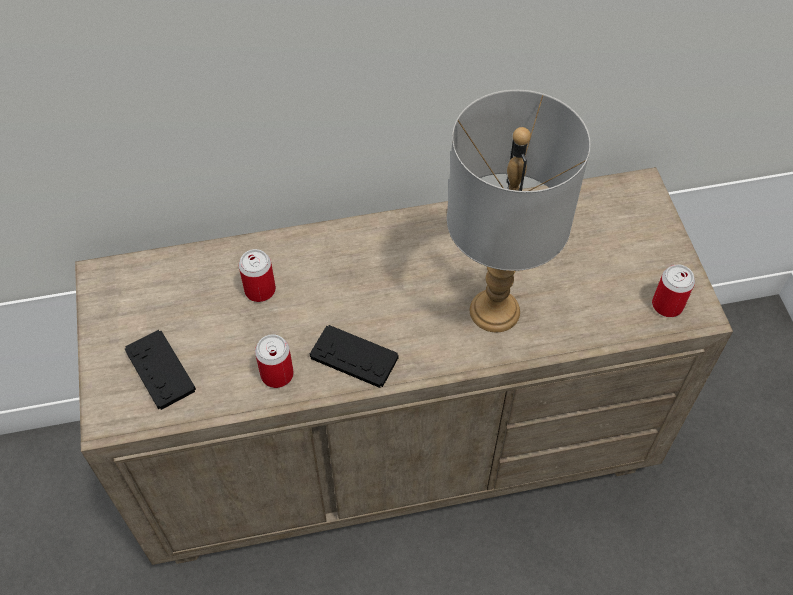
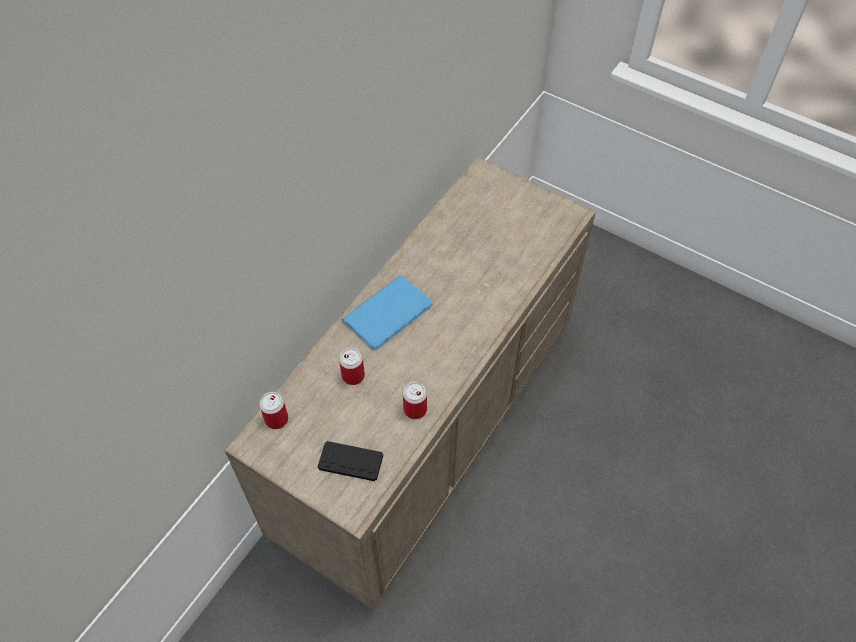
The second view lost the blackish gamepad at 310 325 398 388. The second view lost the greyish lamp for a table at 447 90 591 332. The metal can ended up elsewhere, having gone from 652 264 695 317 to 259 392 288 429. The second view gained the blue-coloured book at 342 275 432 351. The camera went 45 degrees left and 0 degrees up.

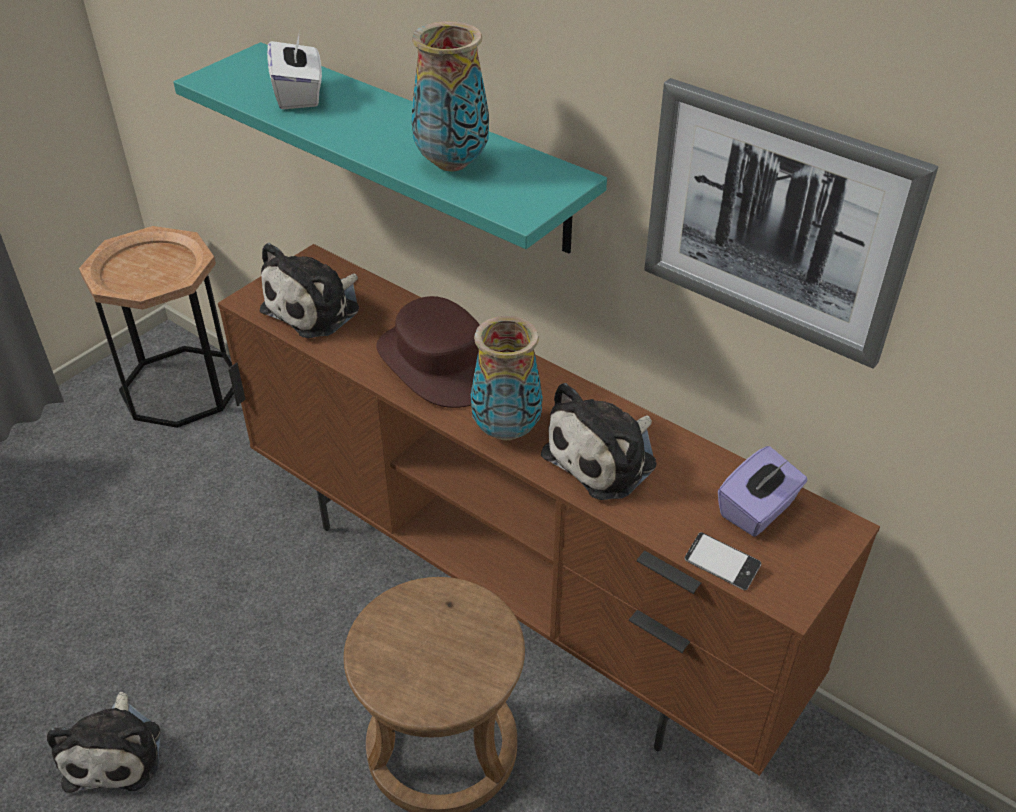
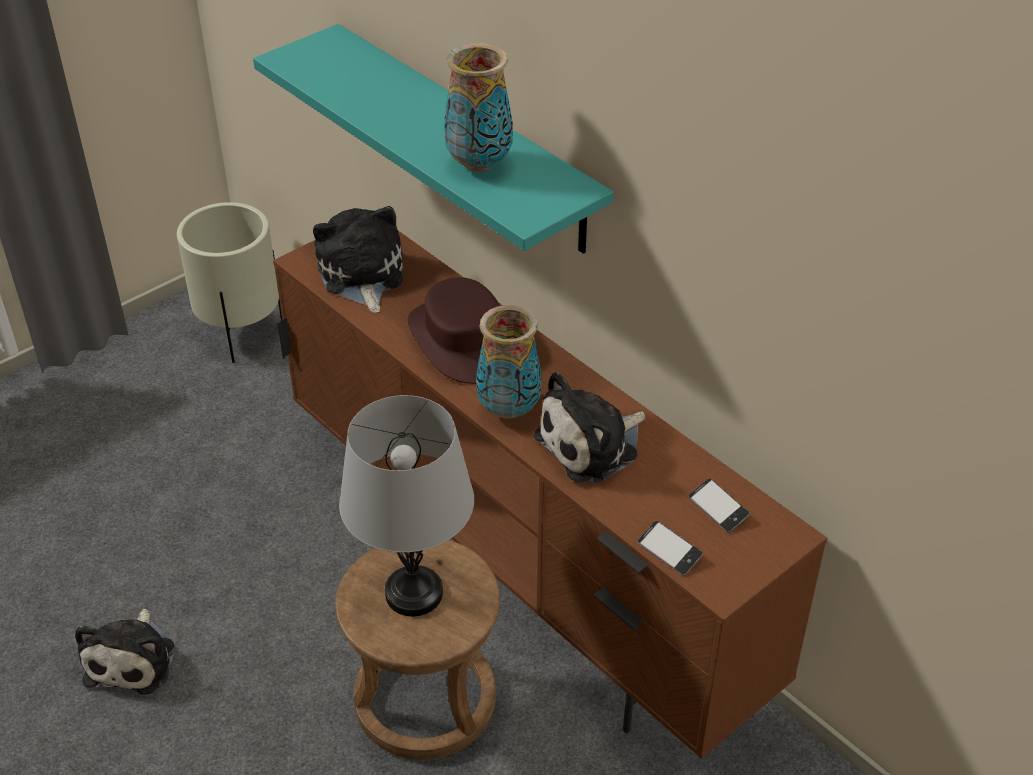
Where the brown accent table stood at 79 226 234 428, the beige flower pot came to stand at 177 202 282 363. The cuddly toy at 260 243 359 338 ended up facing another way, 120 degrees clockwise from before. The second view lost the whitish tissue holder at 267 31 322 109. The second view lost the wall picture at 644 78 938 369. Where the purple-coloured tissue holder stood at 718 446 808 537, the handset came to stand at 689 478 750 533. The second view gained the greyish lamp for a table at 339 395 474 616. The camera went 10 degrees right and 0 degrees up.

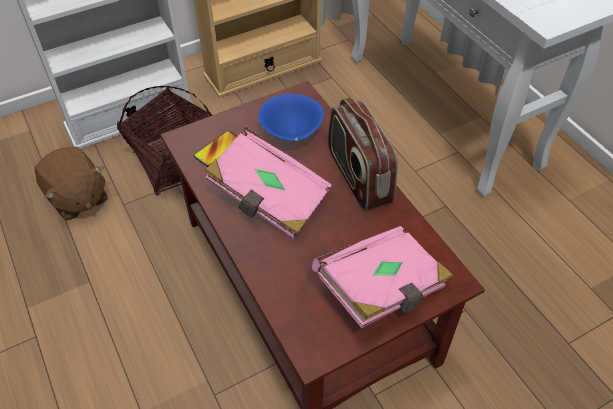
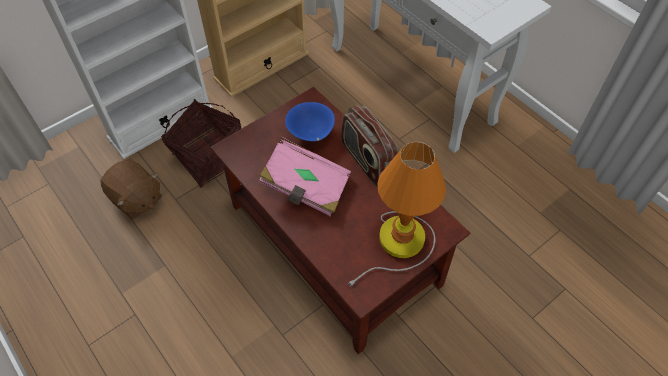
The second view lost the handset at 193 130 237 167. Where the pinkish book stood at 312 226 453 328, the lamp for a table came to stand at 347 141 446 287. The camera went 10 degrees left and 5 degrees up.

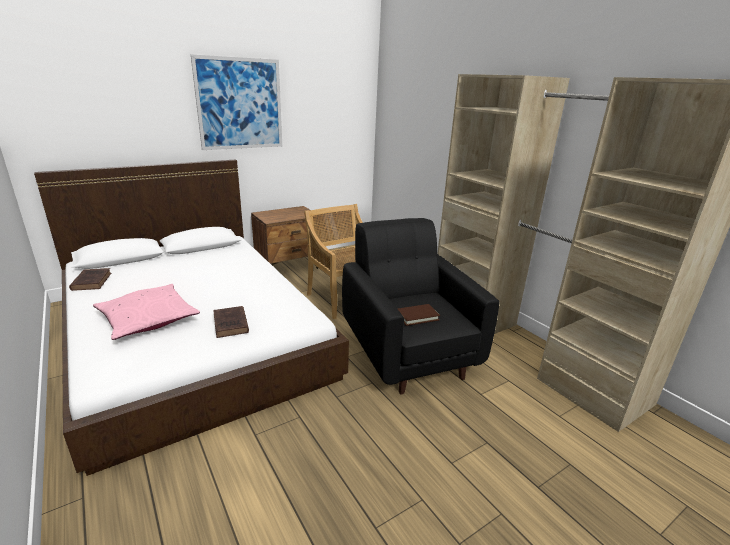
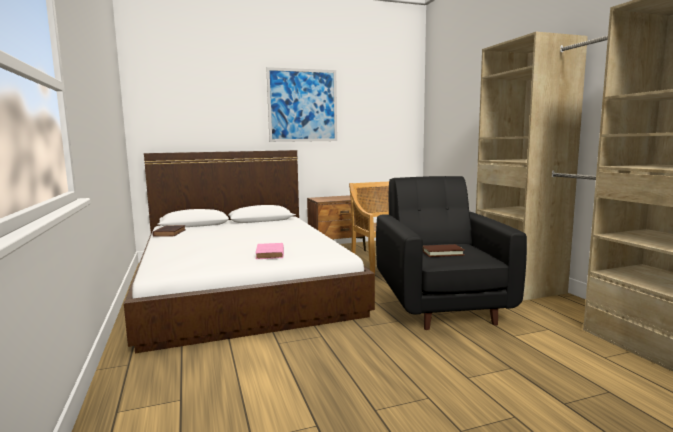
The second view lost the pinkish pillow at 93 284 200 340. What was the brown book at 213 306 249 338 turned into the pinkish book at 255 243 284 259. The camera went 15 degrees right and 15 degrees down.

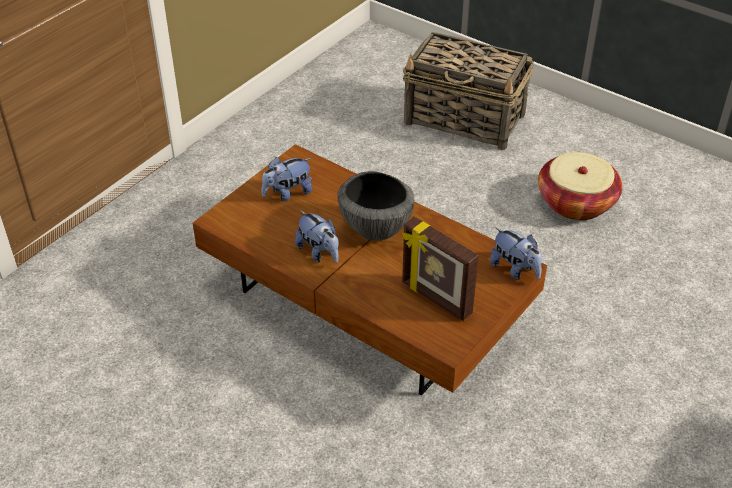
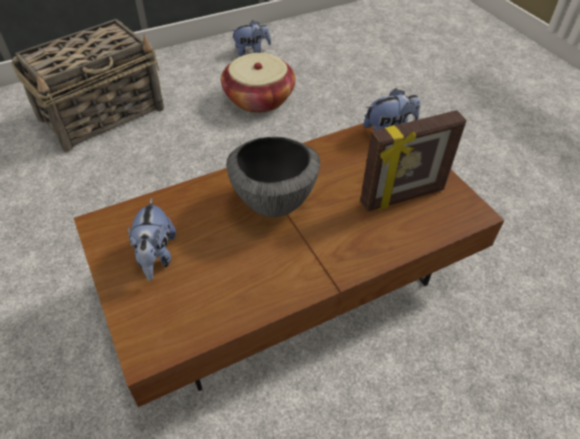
The cuddly toy ended up elsewhere, having gone from 295 210 339 263 to 231 20 271 56. The camera went 65 degrees left and 5 degrees up.

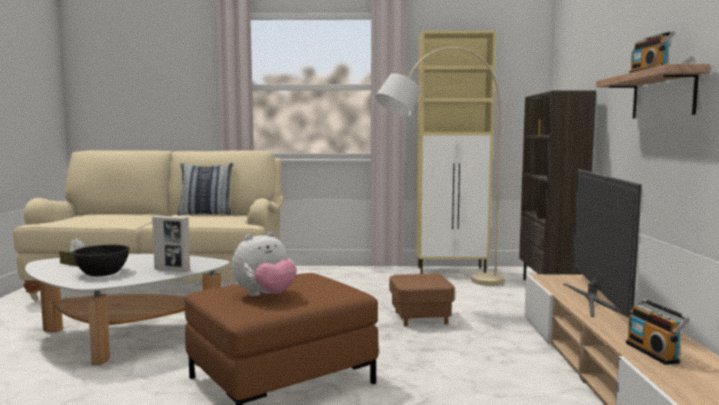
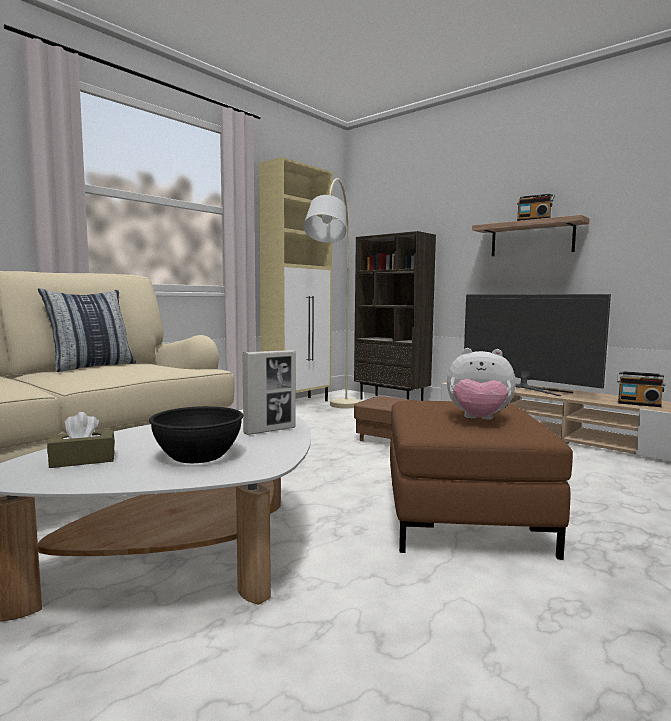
The cuddly toy at 232 232 297 296 ended up facing another way, 105 degrees clockwise from before. The camera went 50 degrees left and 0 degrees up.

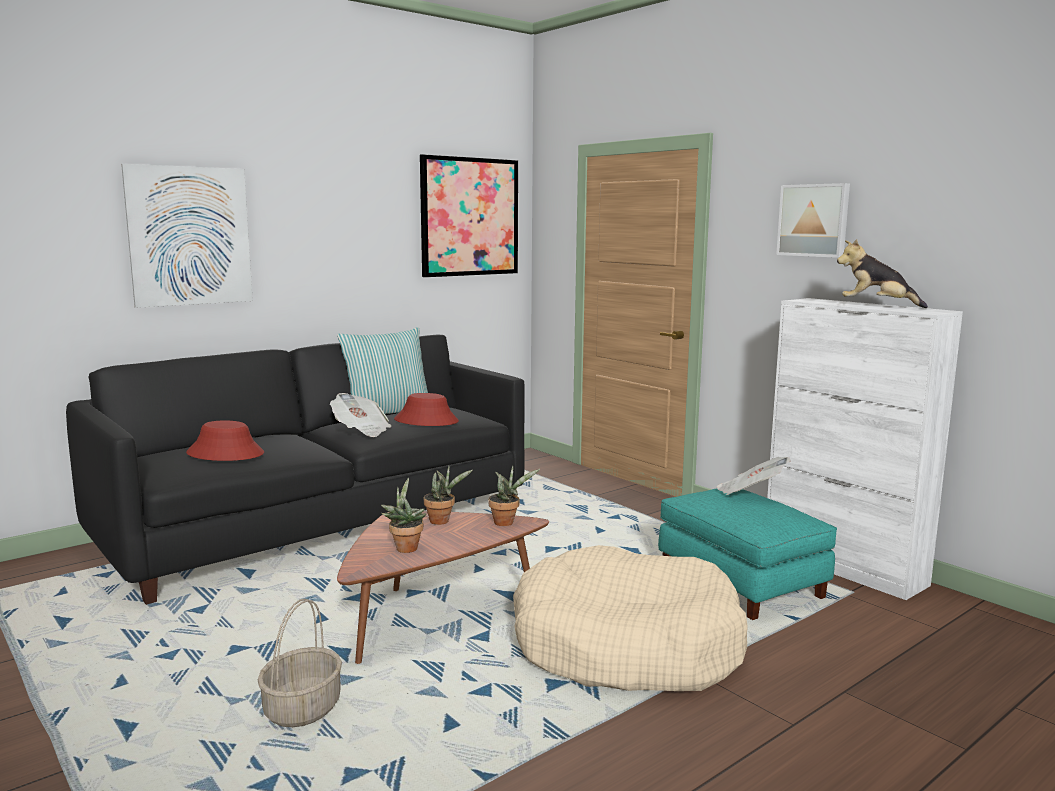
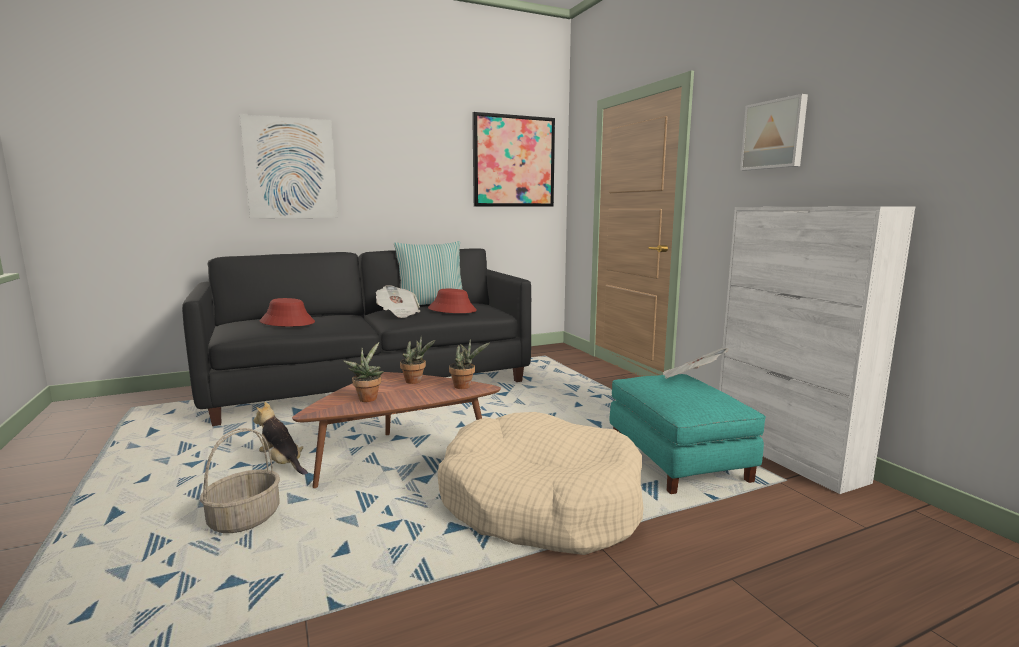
The cuddly toy ended up elsewhere, having gone from 837 239 928 308 to 253 402 308 475. The camera went 15 degrees right and 0 degrees up.

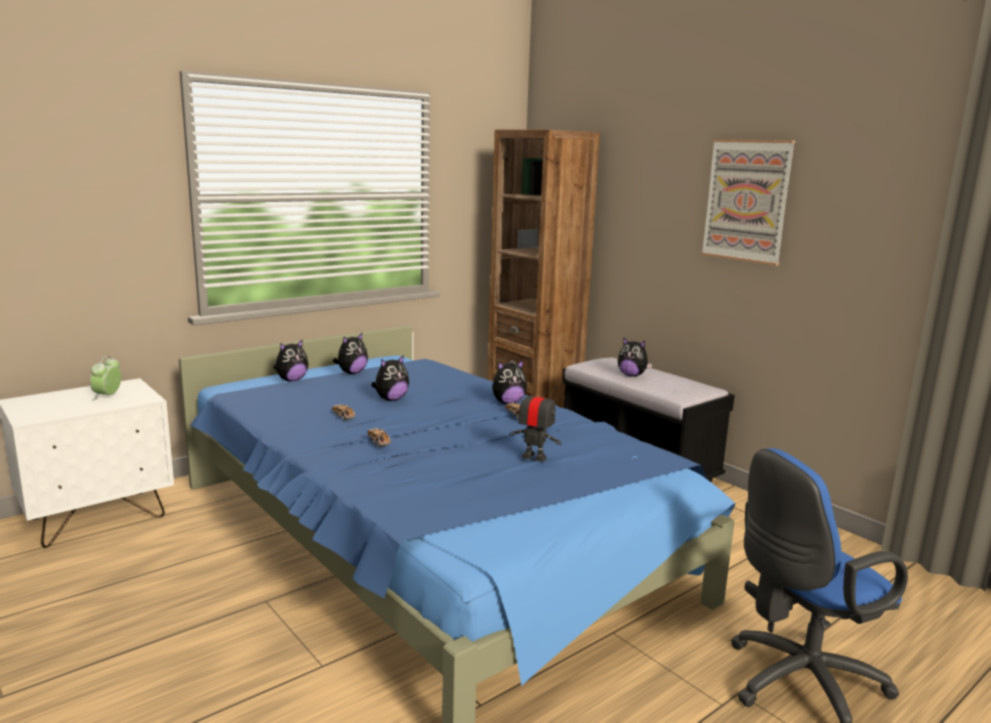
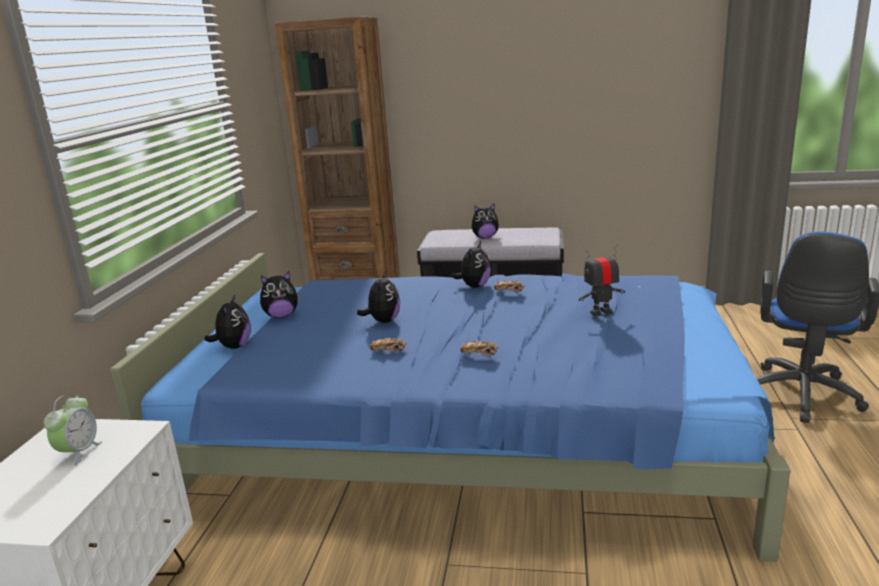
The table clock at 90 355 121 401 ended up facing another way, 135 degrees counterclockwise from before. The cuddly toy at 333 333 368 374 ended up facing another way, 75 degrees clockwise from before. The second view lost the wall picture at 701 139 795 266. The camera went 40 degrees left and 5 degrees up.

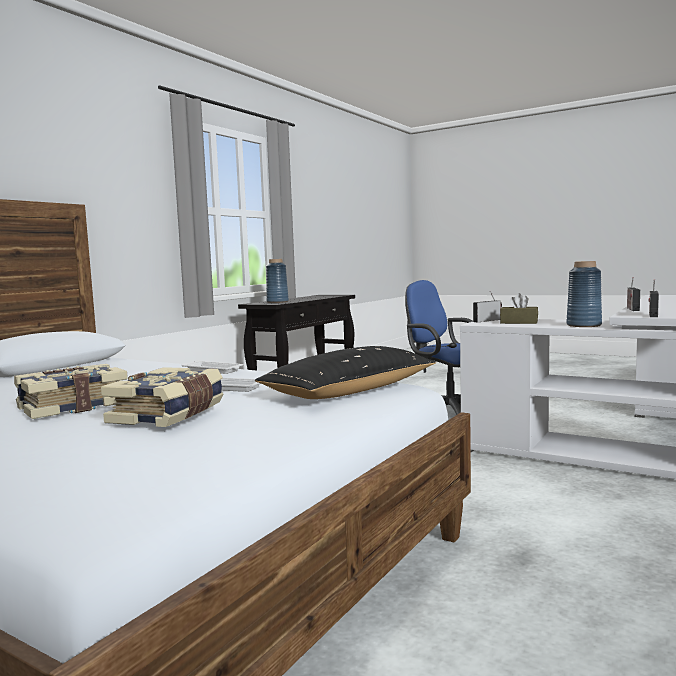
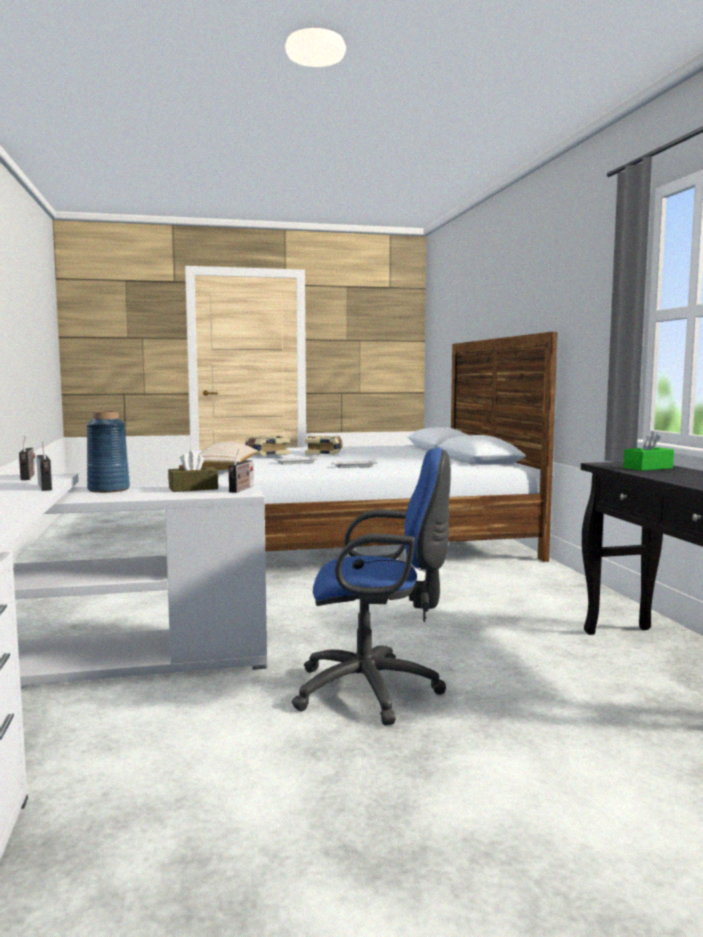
What was the blackish pillow at 255 346 436 399 turned into the beige pillow at 198 442 258 470. Where the blue-coloured flower vase stood at 266 259 289 303, the greenish tissue holder came to stand at 623 431 674 471. The camera went 135 degrees right and 0 degrees up.

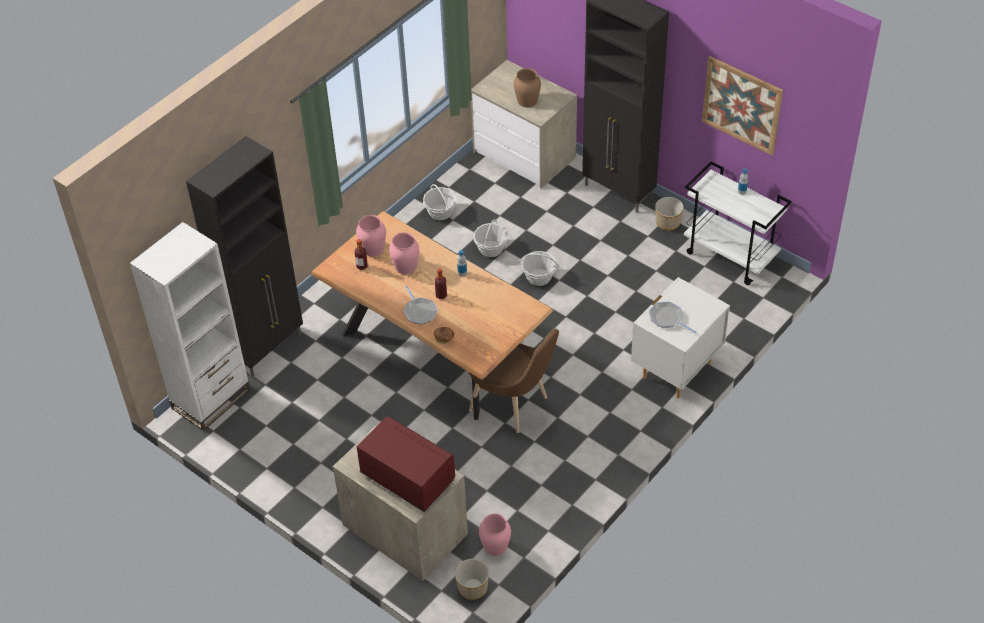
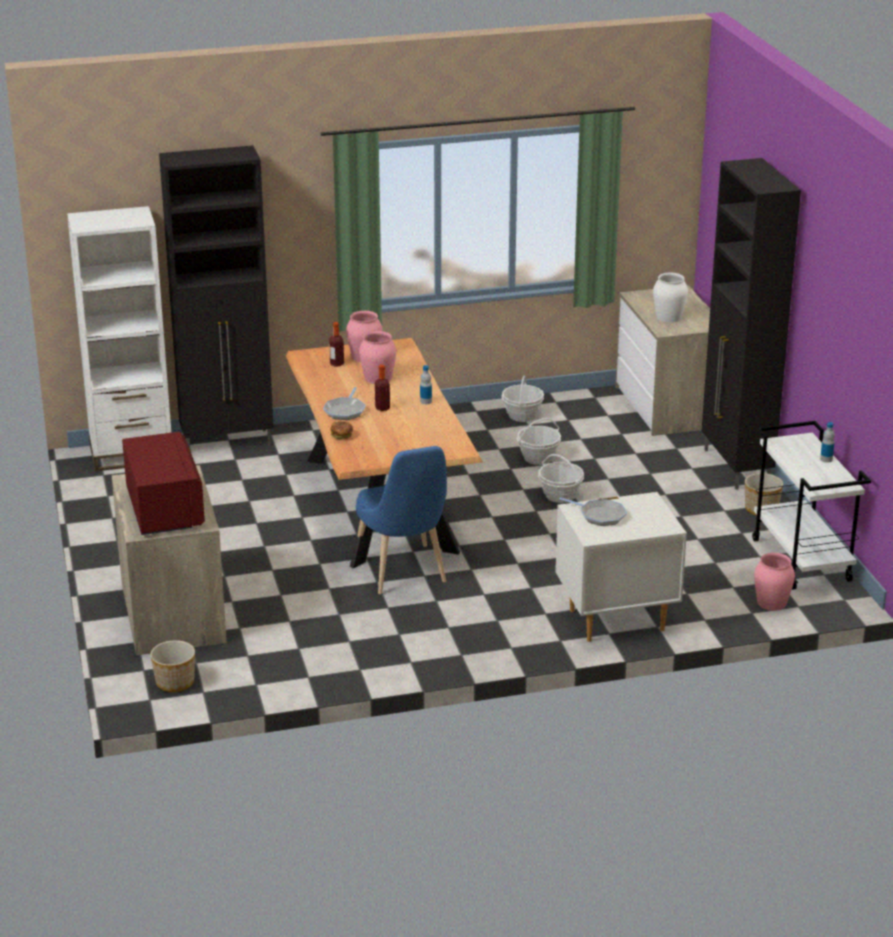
What was the brown chair at 468 329 559 433 turned into the blue-coloured chair at 356 446 447 594. The pinkish flower vase ended up elsewhere, having gone from 479 513 511 556 to 754 553 795 611. What was the brown flower vase at 514 68 541 107 turned into the whitish flower vase at 653 273 688 322. The frying pan at 649 302 696 333 ended up facing another way, 135 degrees clockwise from before. The second view lost the wall picture at 702 56 783 155. The camera went 35 degrees right and 20 degrees down.

